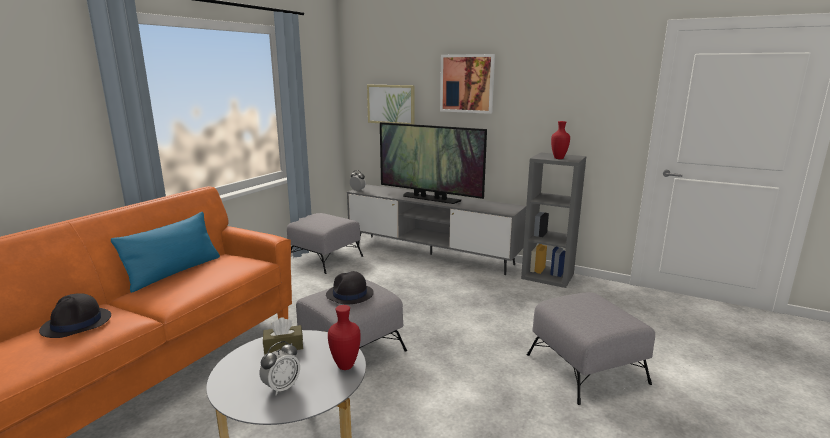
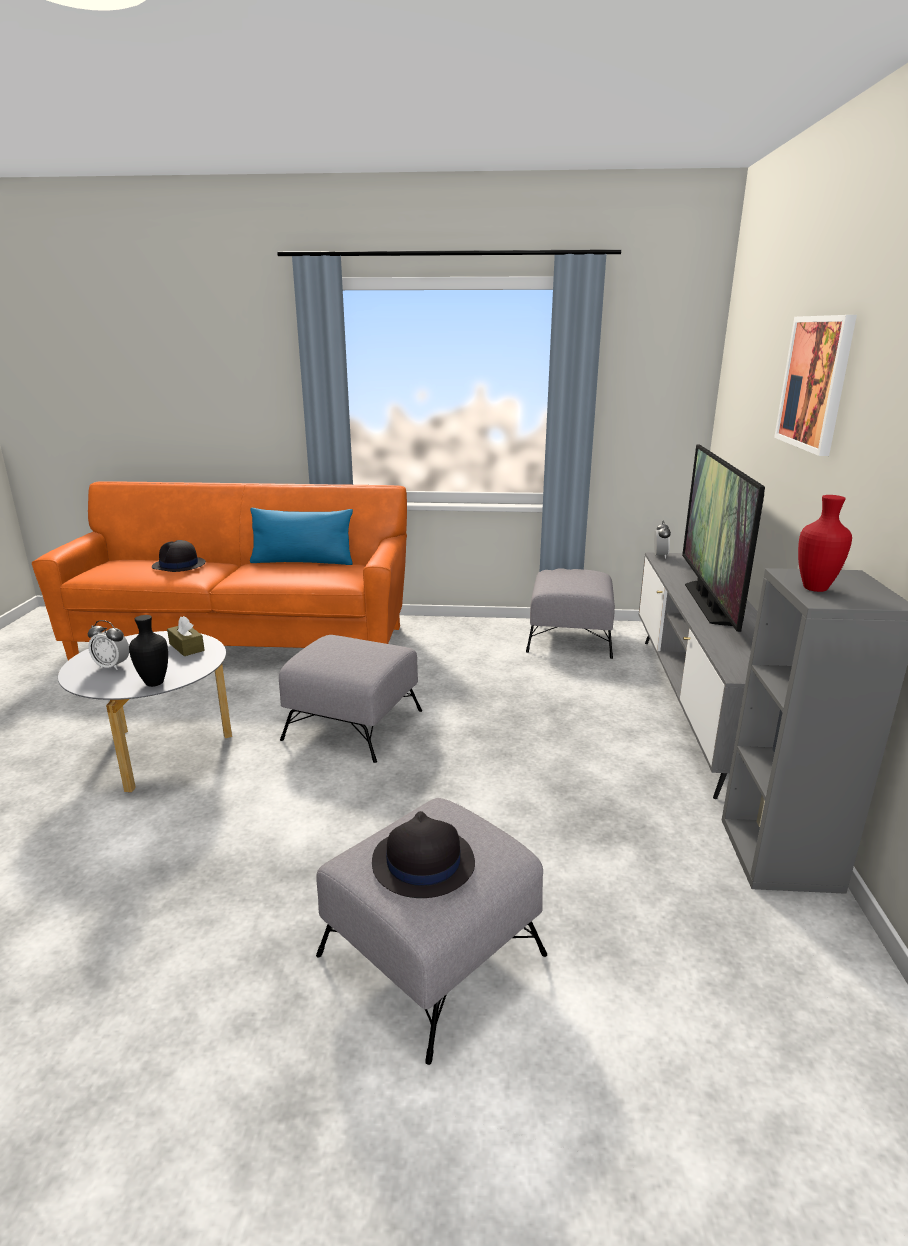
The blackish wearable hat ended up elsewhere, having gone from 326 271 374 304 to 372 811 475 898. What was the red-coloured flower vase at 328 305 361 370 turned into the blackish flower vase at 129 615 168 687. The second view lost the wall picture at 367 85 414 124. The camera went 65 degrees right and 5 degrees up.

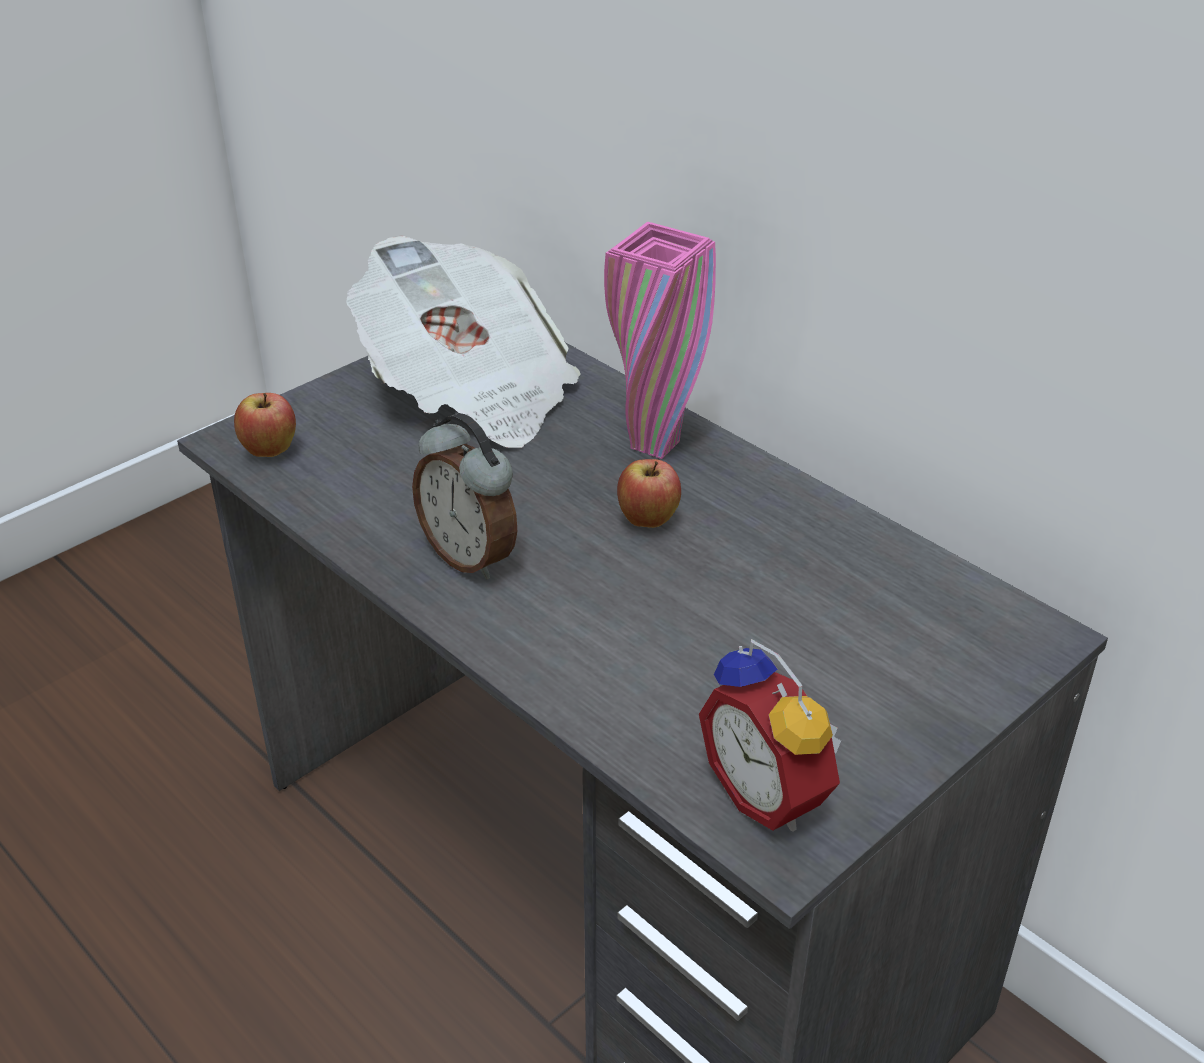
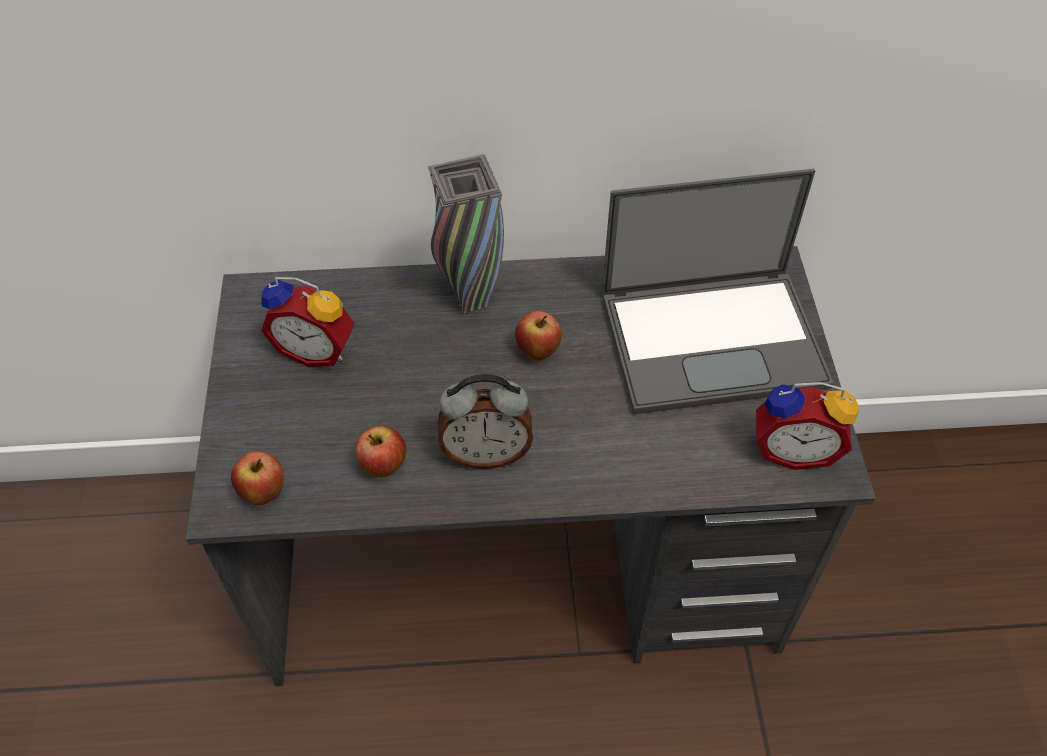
Where the daily paper stood at 346 236 581 448, the table clock came to stand at 261 277 355 367. What was the pinkish flower vase at 604 222 716 459 turned into the greyish flower vase at 427 154 504 314. The second view gained the apple at 355 425 406 477. The second view gained the notebook computer at 601 169 834 415. The camera went 50 degrees left and 15 degrees up.

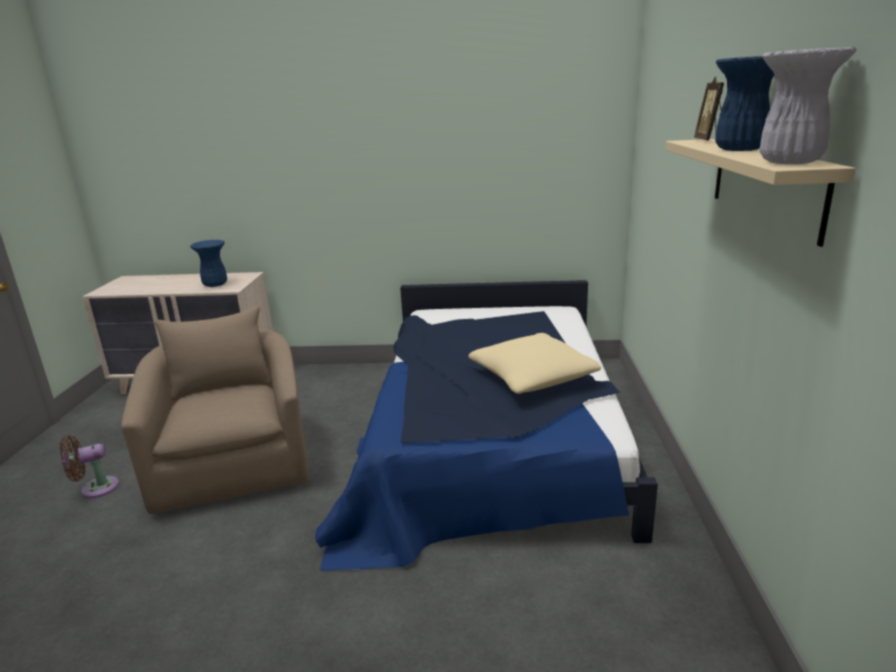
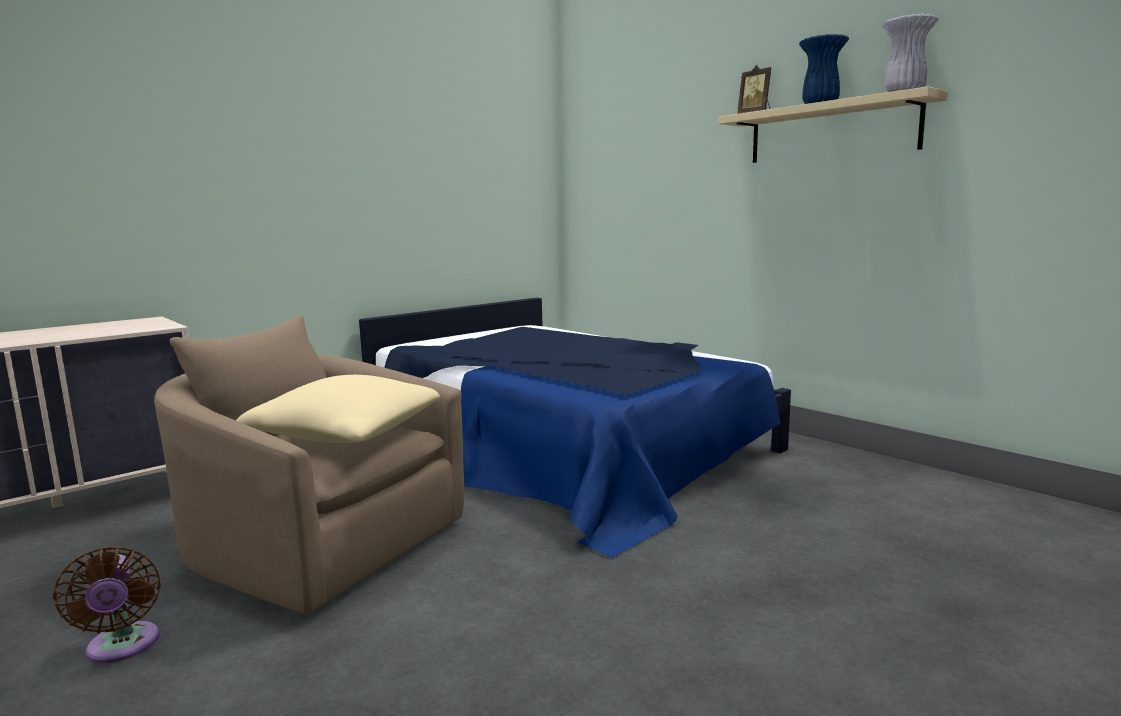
The brown electric fan at 60 435 119 498 ended up facing another way, 45 degrees counterclockwise from before. The second view lost the blue-coloured flower vase at 190 240 227 287. The beige pillow ended up elsewhere, having gone from 468 333 601 394 to 236 375 440 443. The camera went 45 degrees left and 10 degrees down.

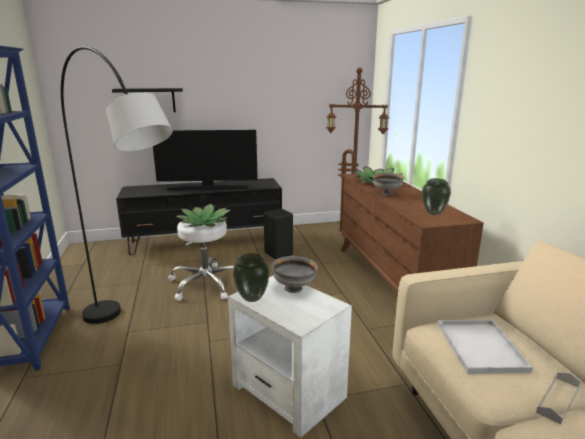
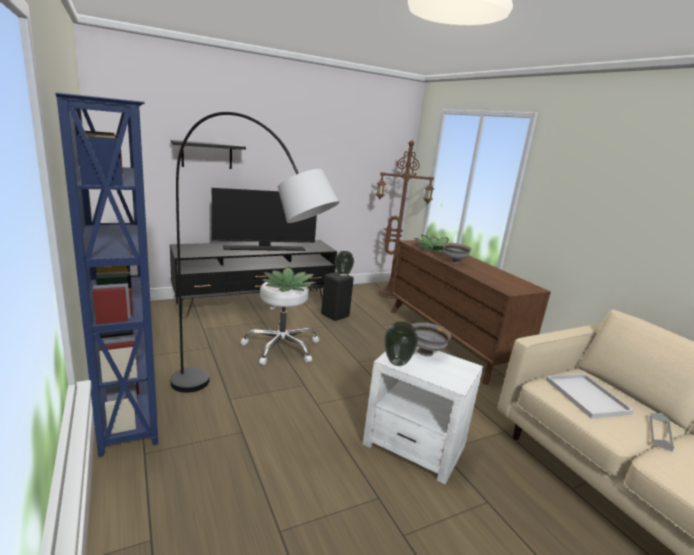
The flower vase ended up elsewhere, having gone from 422 178 451 215 to 335 251 354 277. The camera went 15 degrees left and 0 degrees up.

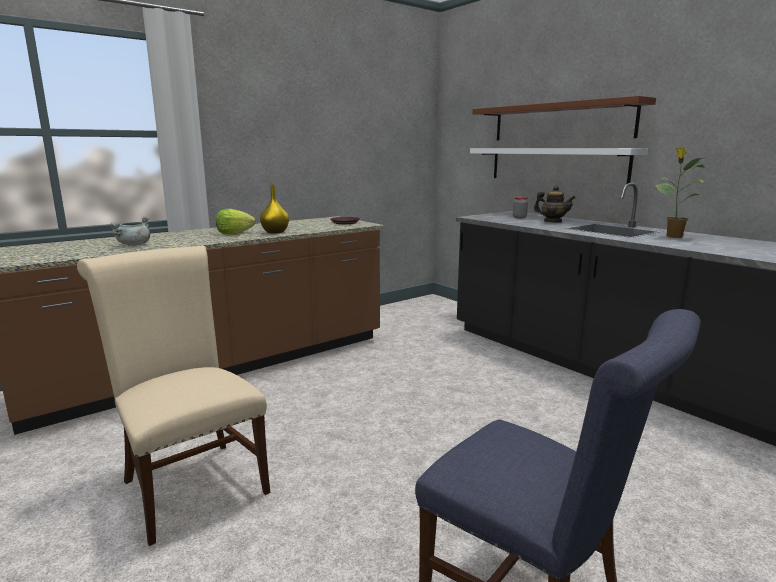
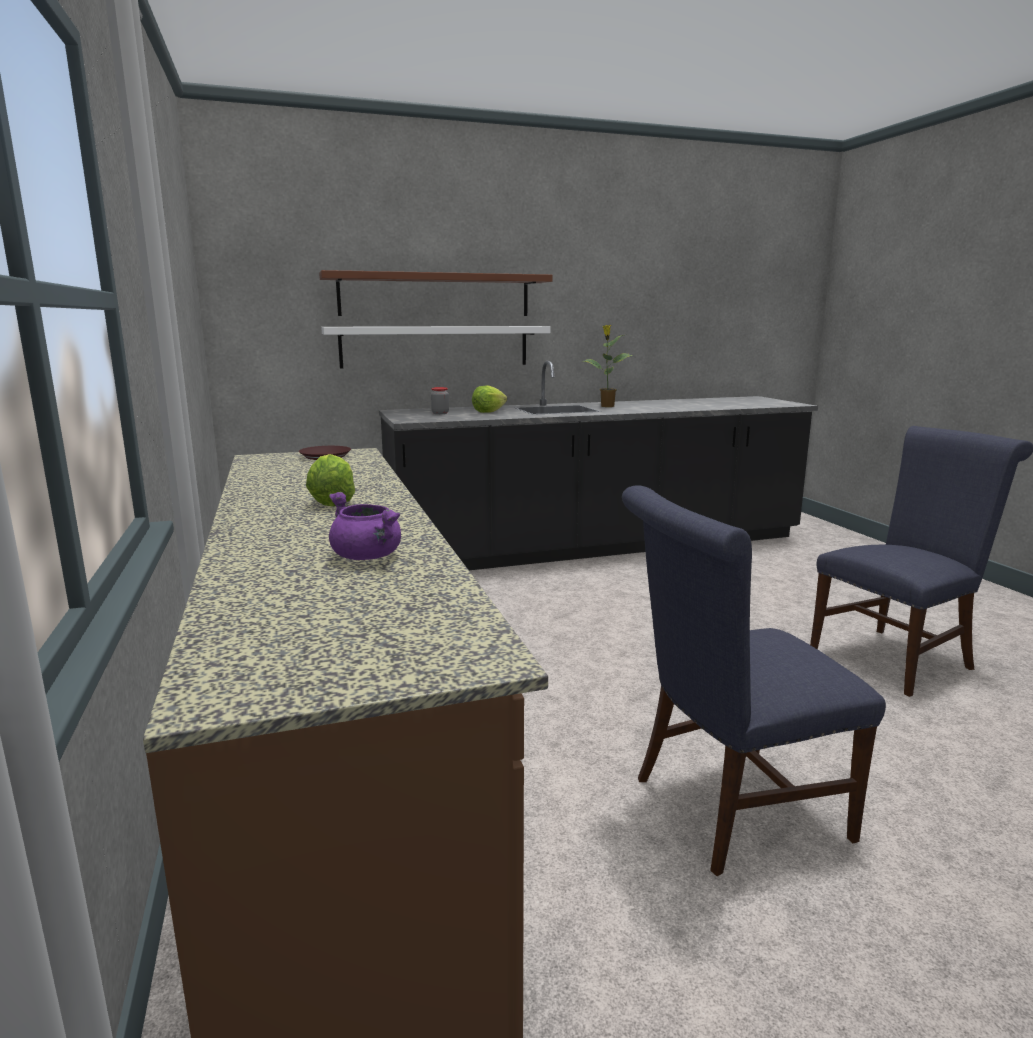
What was the beige chair at 77 246 270 546 turned into the blue-coloured chair at 622 485 886 876. What was the greyish saucepot at 108 216 150 246 turned into the purple-coloured saucepot at 329 492 401 560. The second view lost the yellowish flower vase at 260 185 289 233. Where the pot for tea stood at 534 185 575 223, the lettuce came to stand at 472 385 507 413. The camera went 70 degrees left and 0 degrees up.

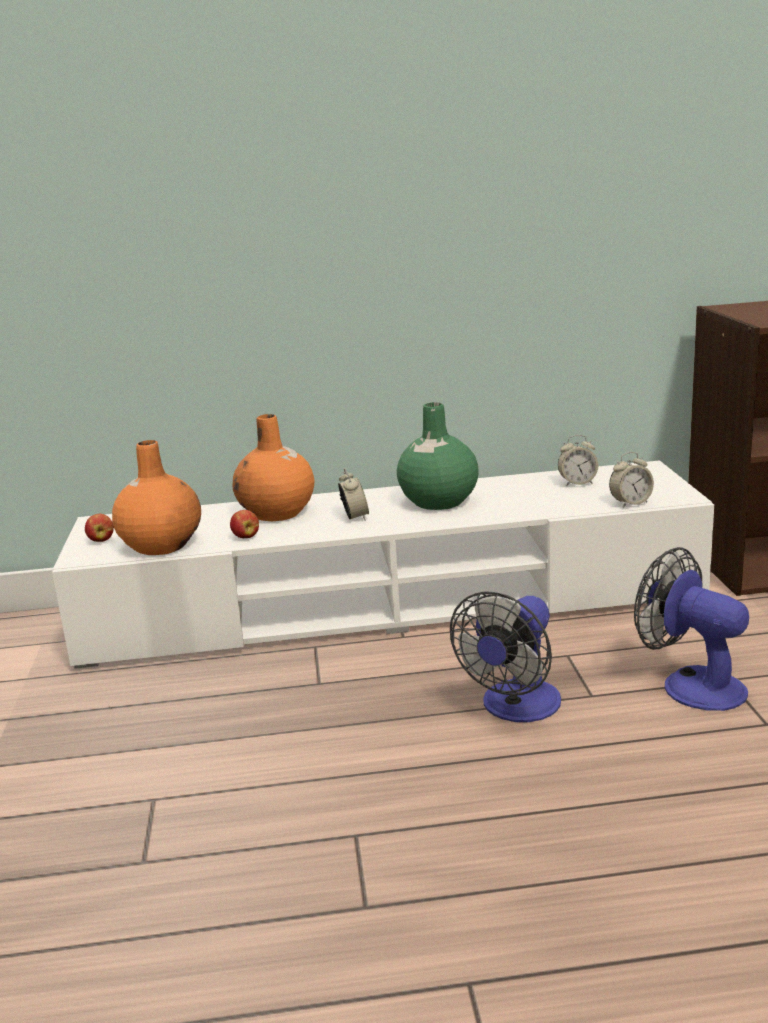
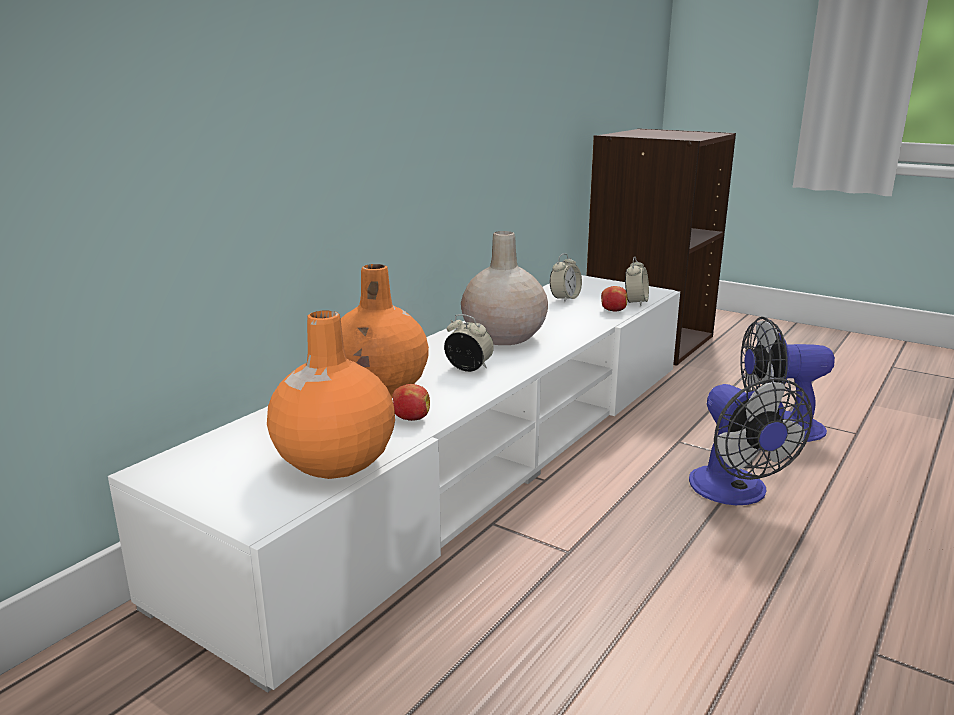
The apple ended up elsewhere, having gone from 85 514 114 542 to 601 286 628 312. What was the greenish flower vase at 397 402 479 510 turned into the beige flower vase at 461 231 548 345. The camera went 50 degrees left and 0 degrees up.

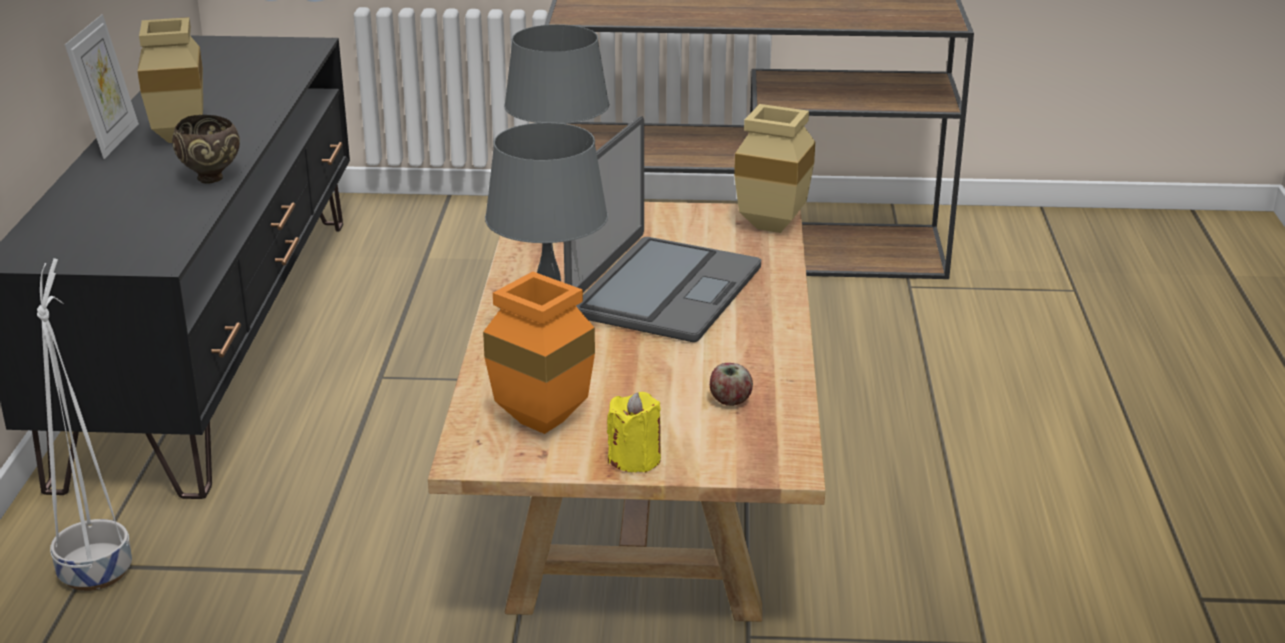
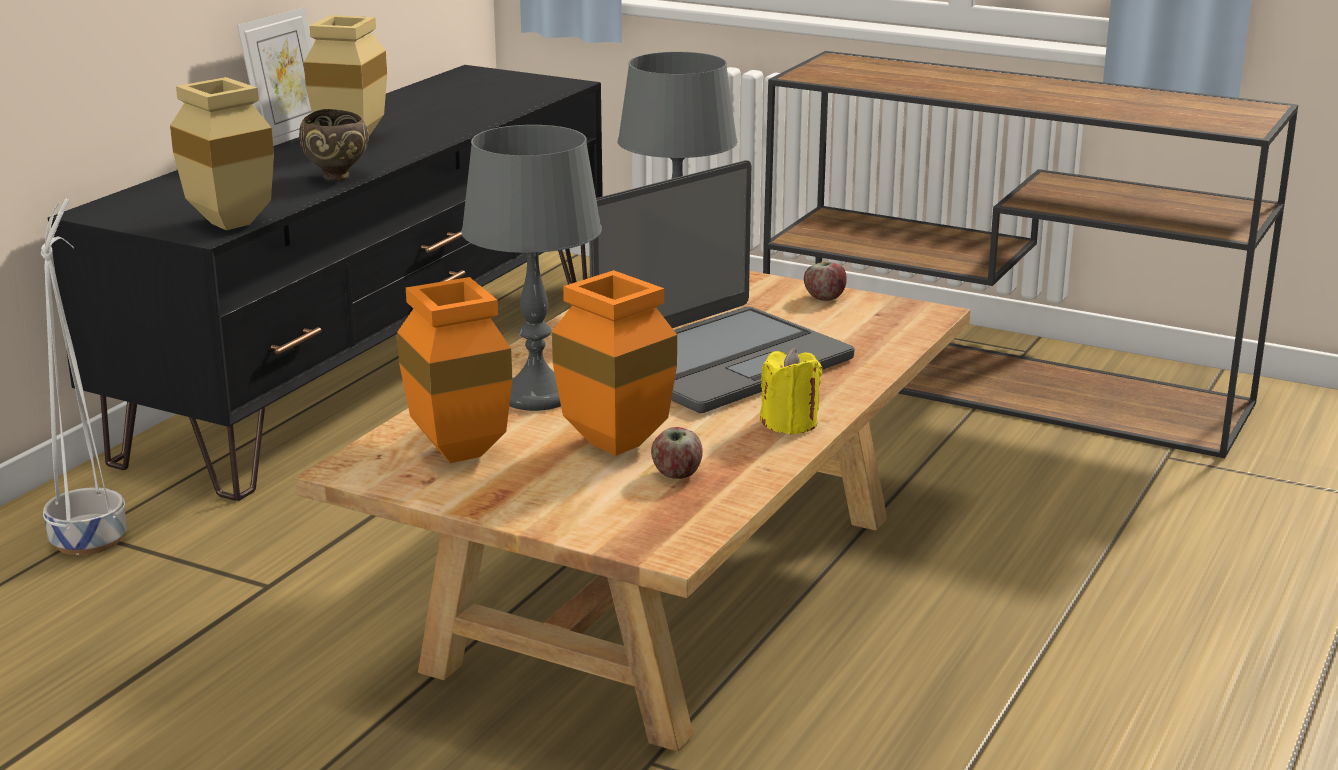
The yellowish wax light ended up elsewhere, having gone from 607 392 661 472 to 760 347 822 435. The beige flower vase ended up elsewhere, having gone from 734 104 815 233 to 170 77 274 230. The second view gained the orangey flower vase at 552 270 677 456. The second view gained the apple at 804 262 847 301. The camera went 25 degrees right and 5 degrees down.

